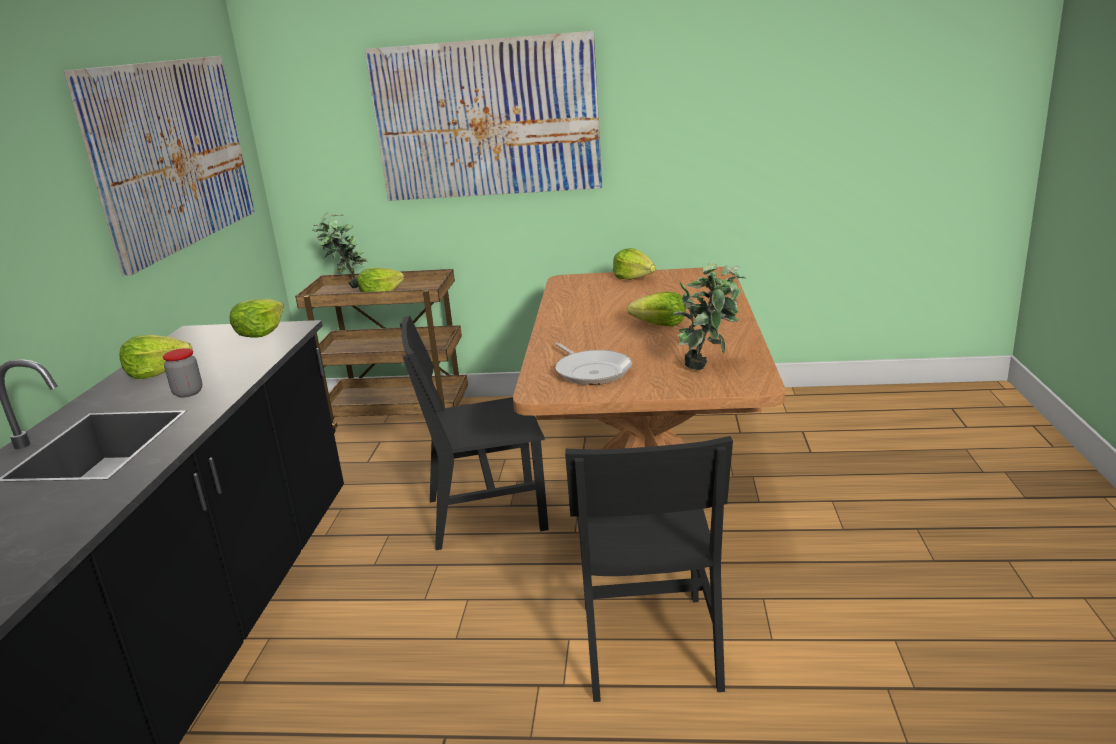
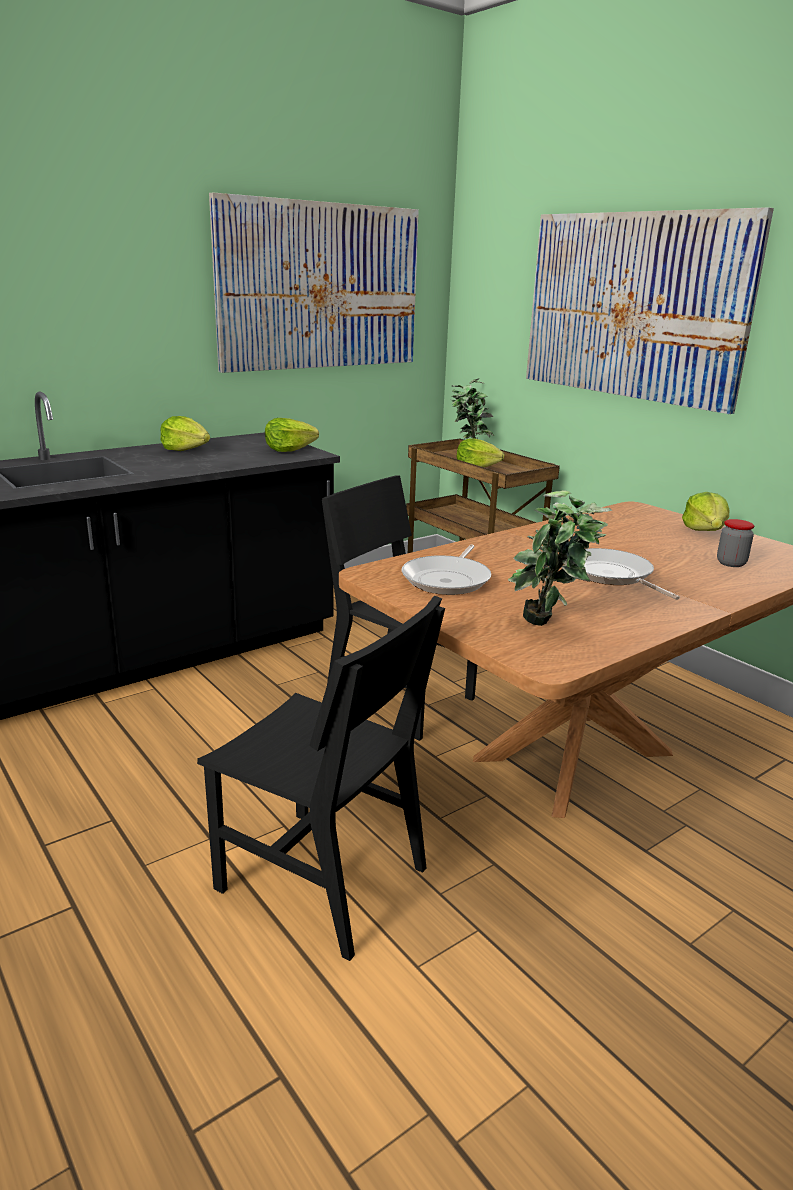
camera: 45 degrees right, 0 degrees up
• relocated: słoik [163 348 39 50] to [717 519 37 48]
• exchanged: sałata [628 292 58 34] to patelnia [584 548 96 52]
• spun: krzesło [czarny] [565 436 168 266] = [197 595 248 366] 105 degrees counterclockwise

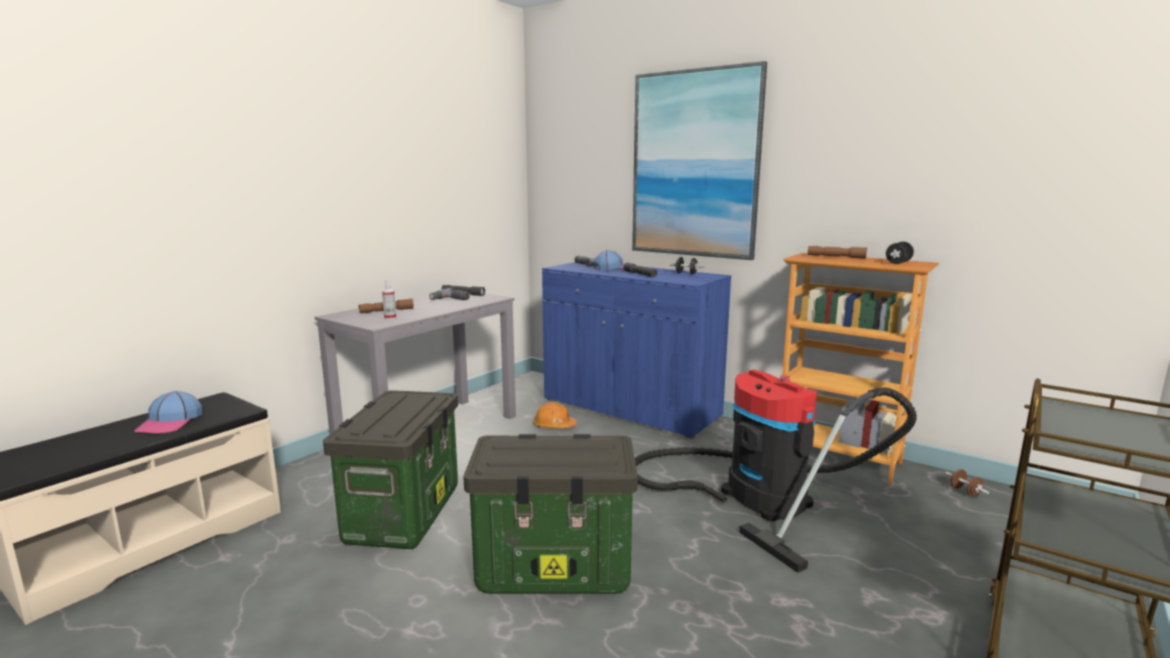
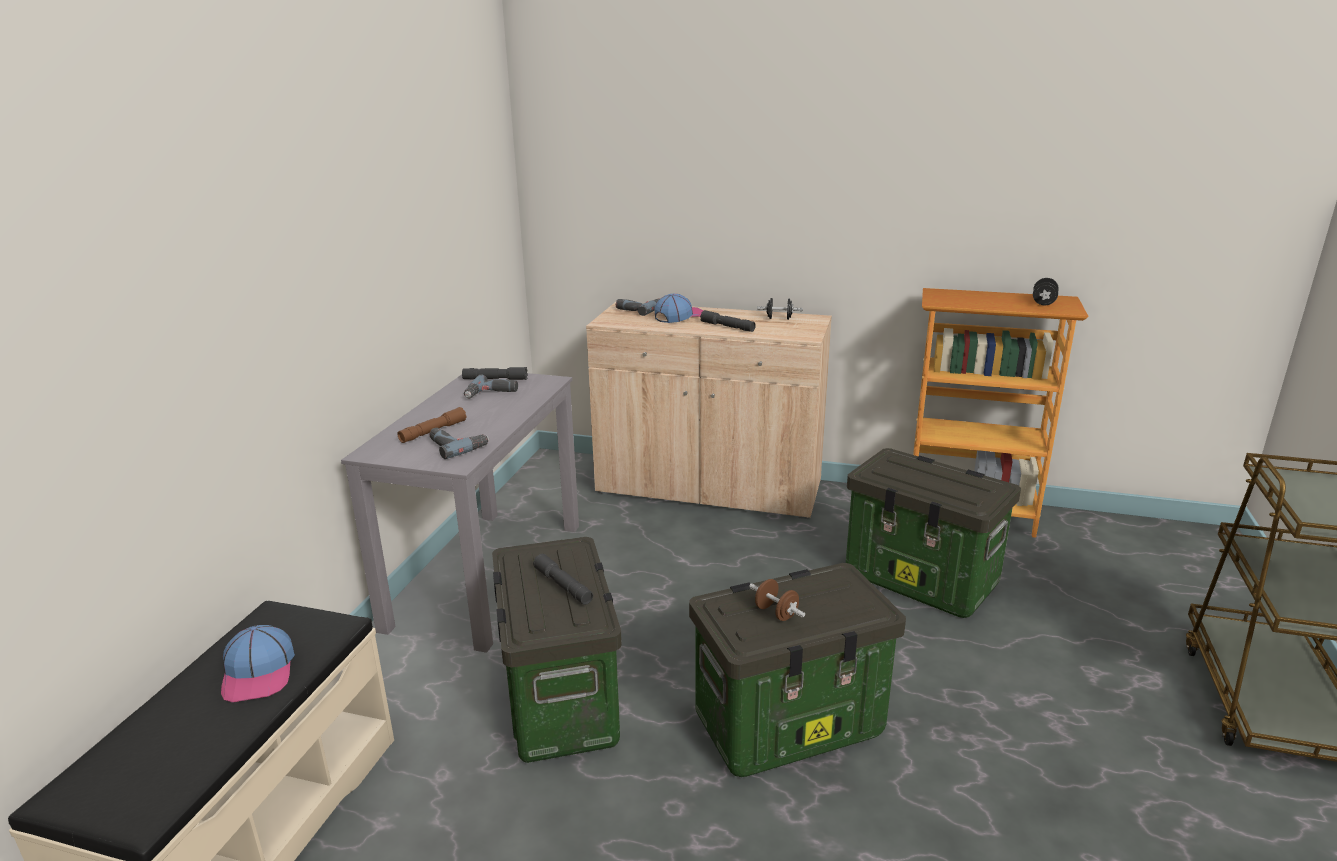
camera: 20 degrees left, 10 degrees up
• missing: kask [pomarańczowy] [533 402 44 26]
• missing: obraz [632 61 135 199]
• missing: latarka [brązowy] [808 246 59 13]
• appeared: latarka [szary] [533 553 60 52]
• relocated: hantel [brązowy] [945 469 44 28] to [749 579 56 42]
• exchanged: spryskiwacz [382 279 14 40] to wiertarka [430 428 59 31]
• exchanged: odkurzacz [635 369 282 204] to pojemnik do przechowywania [846 448 175 170]
• colour: szafka [niebieski] [542 262 189 177] to szafka [beżowy] [586 302 246 217]

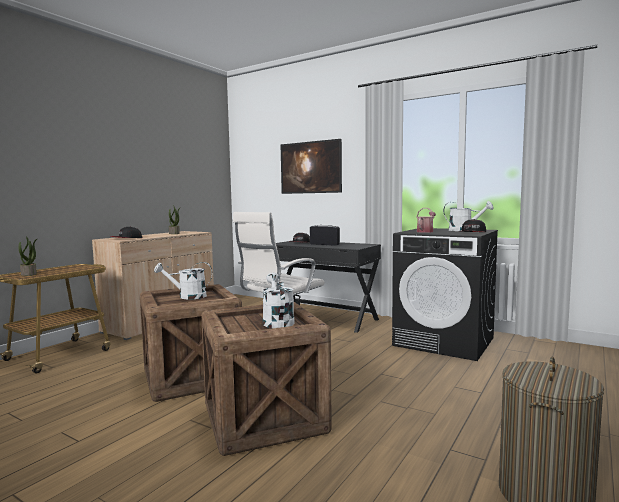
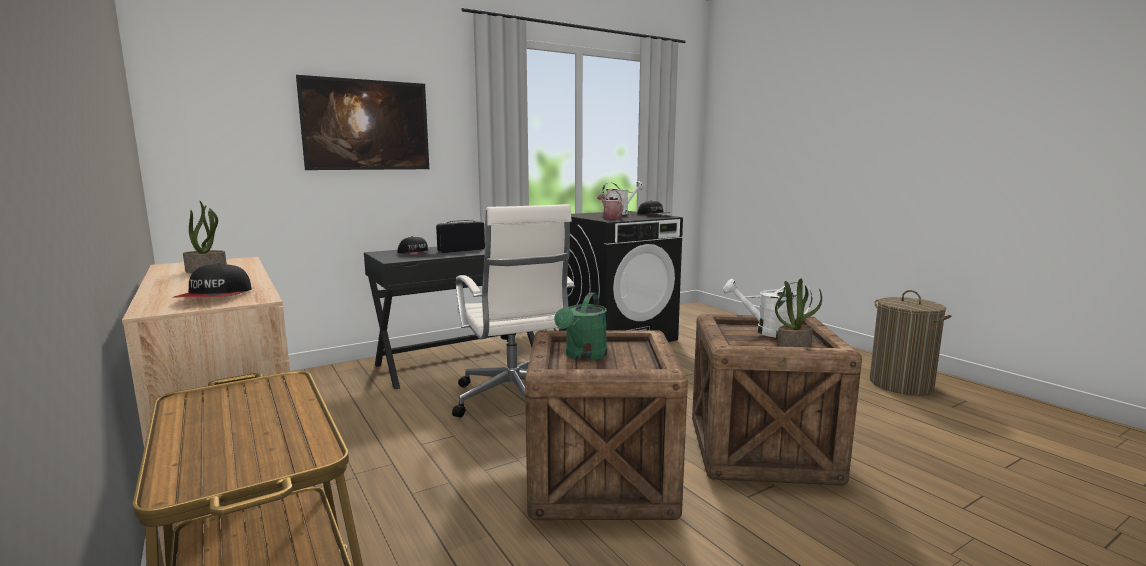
camera: 65 degrees left, 5 degrees up
• relocated: roślina doniczkowa [19 236 18 40] to [775 279 47 68]
• colour: konewka [biały] [154 262 58 38] to konewka [zielony] [554 292 53 68]

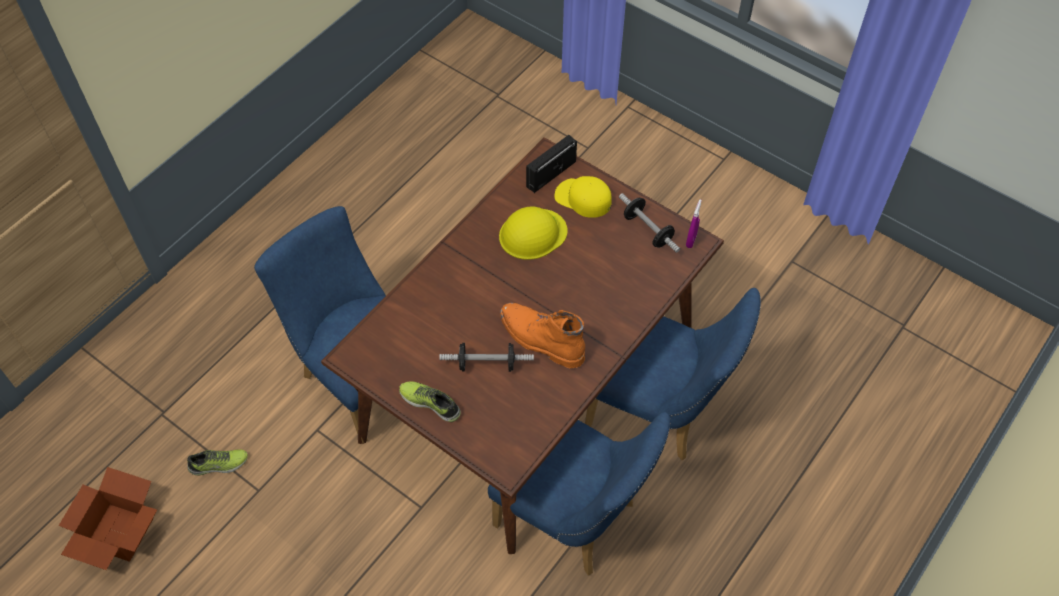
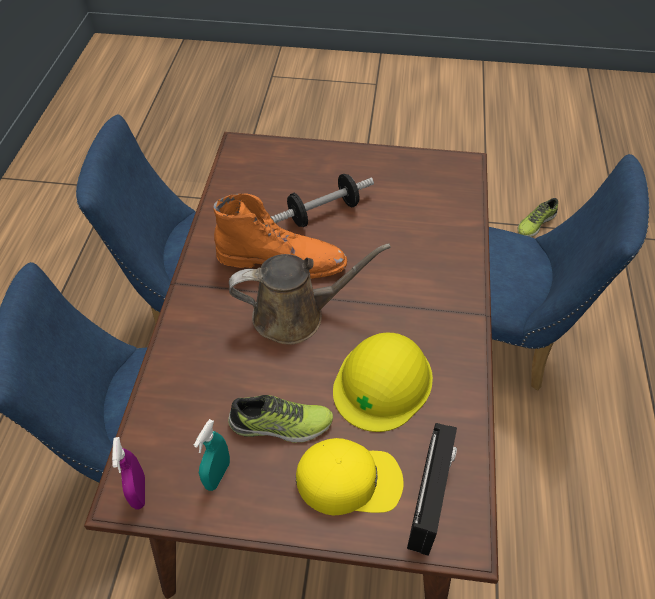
camera: 150 degrees right, 5 degrees down
• missing: karton [59 467 98 103]
• appeared: konewka [brązowy] [229 244 162 101]
• relocated: but [399 381 62 41] to [228 395 105 48]
• exchanged: hantel [619 193 61 60] to spryskiwacz [turkusowy] [194 419 36 72]

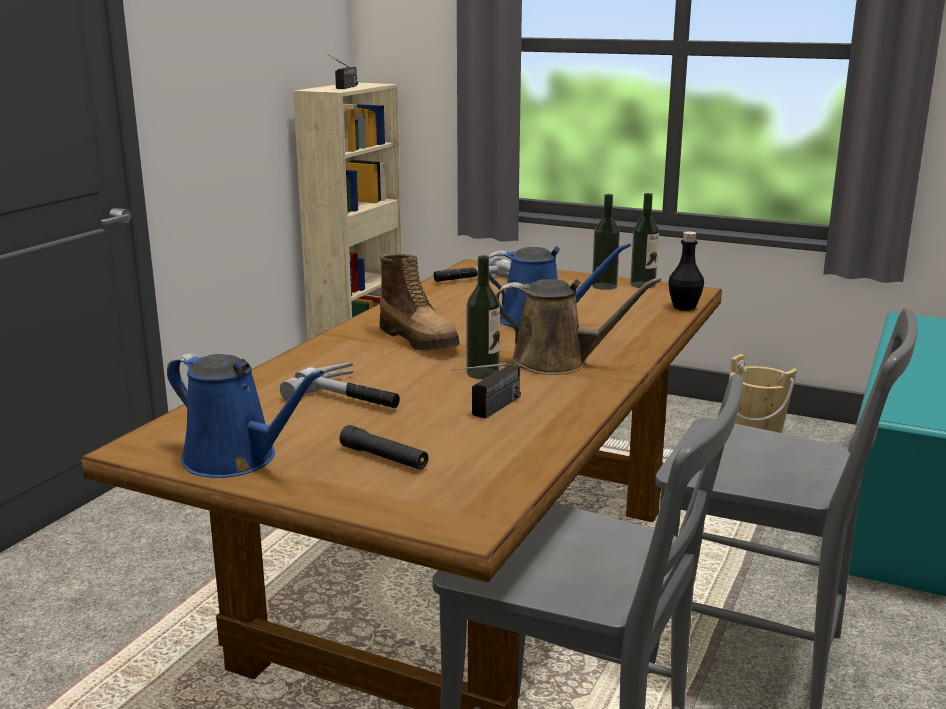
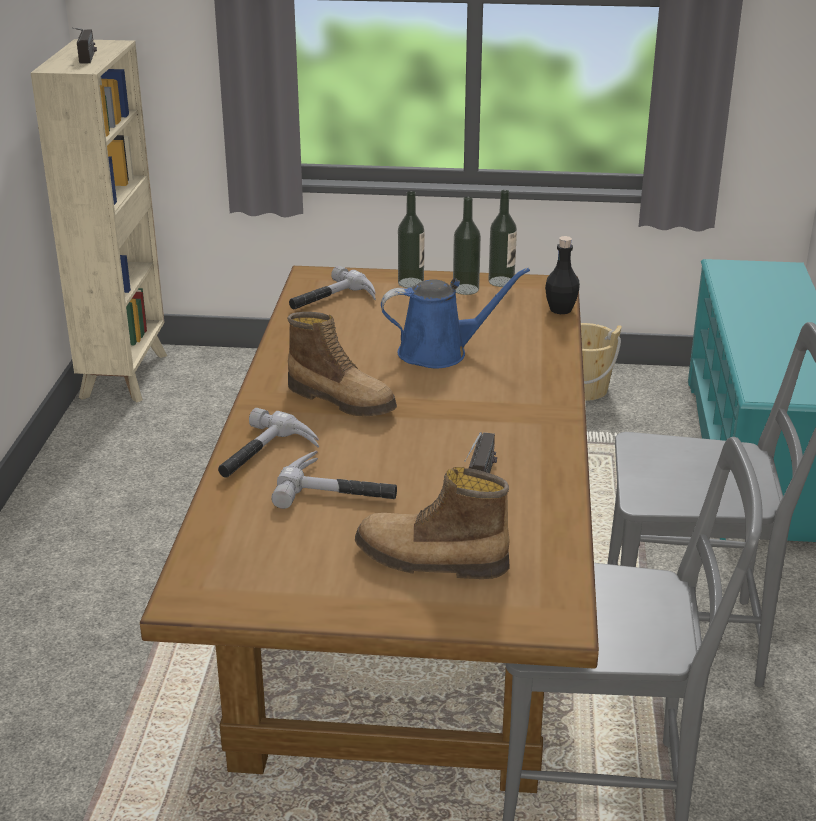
camera: 20 degrees left, 10 degrees up
• missing: konewka [niebieski] [167 353 157 125]
• missing: konewka [brązowy] [496 278 165 97]
• appeared: młotek [218 408 101 70]
• relocated: butelka [466 255 34 124] to [398 191 26 97]
• exchanged: latarka [czarny] [339 425 89 45] to but z cholewką [355 467 155 112]

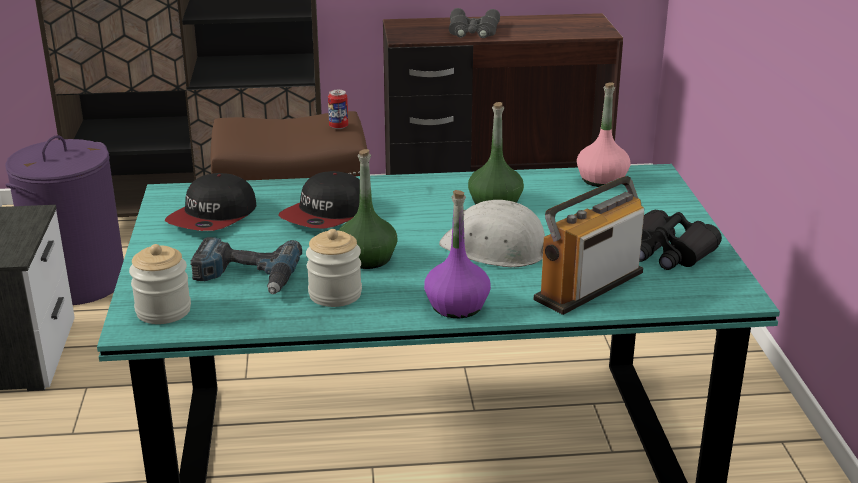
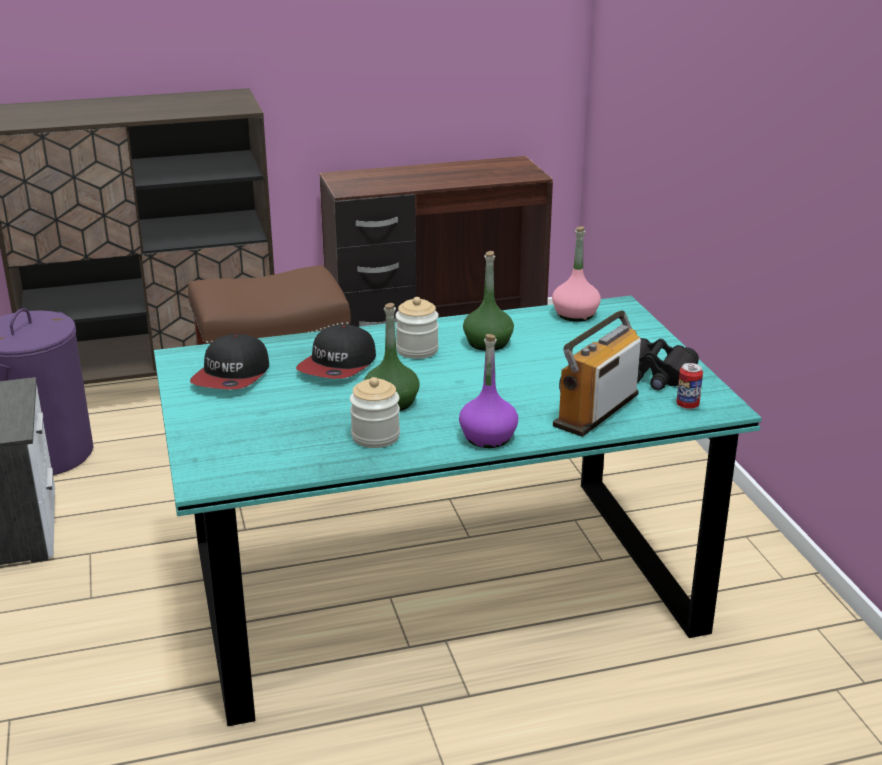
camera: 10 degrees left, 0 degrees up
• missing: wiertarka [190 237 112 57]
• missing: kask [biały] [439 200 106 67]
• missing: lornetka [szary] [449 8 51 30]
• relocated: słoik [129 244 62 80] to [395 297 44 62]
• relocated: puszka [328 90 20 39] to [677 363 26 46]

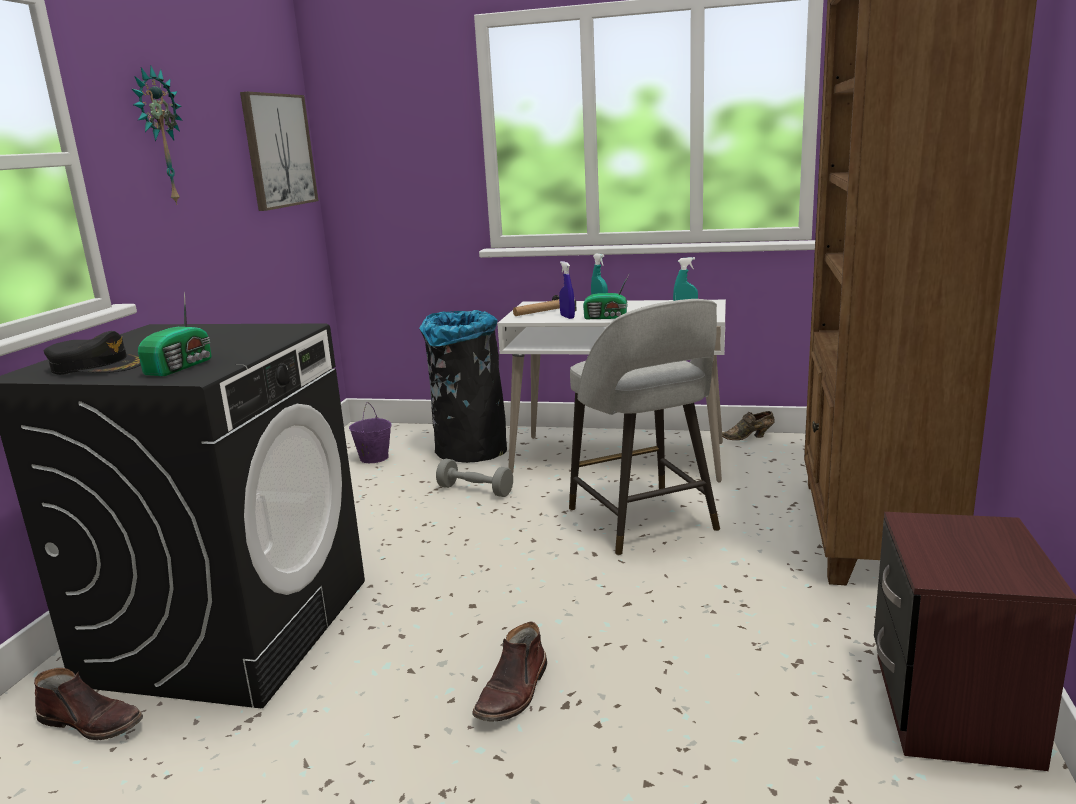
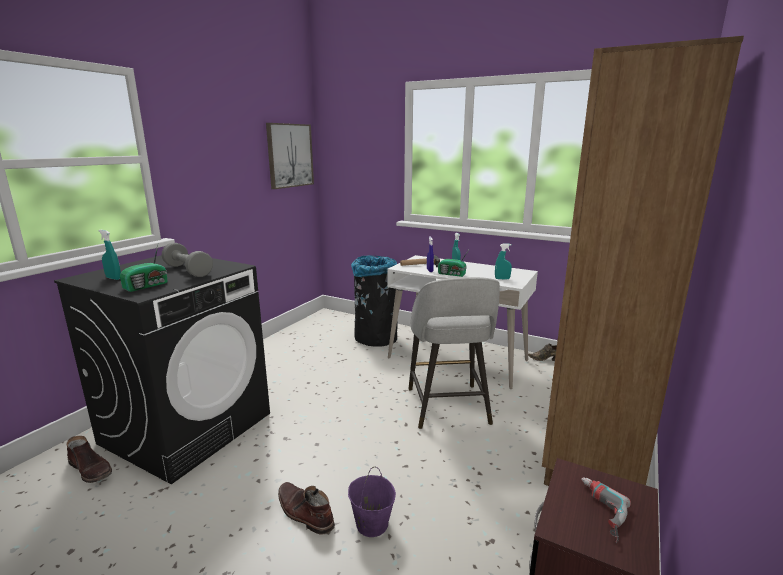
camera: 15 degrees right, 0 degrees up
• missing: zegar ścienny [132 66 51 139]
• appeared: wiertarka [581 477 50 66]
• relocated: wiadro [fioletowy] [349 402 42 61] to [348 467 48 70]
• relocated: hantel [szary] [436 459 77 38] to [162 243 51 34]
• exchanged: czapka z daszkiem [czarny] [44 331 97 44] to spryskiwacz [turkusowy] [98 230 23 50]
• spun: but z cholewką [brązowy] [472 622 75 100] = [278 482 57 53] 90 degrees clockwise

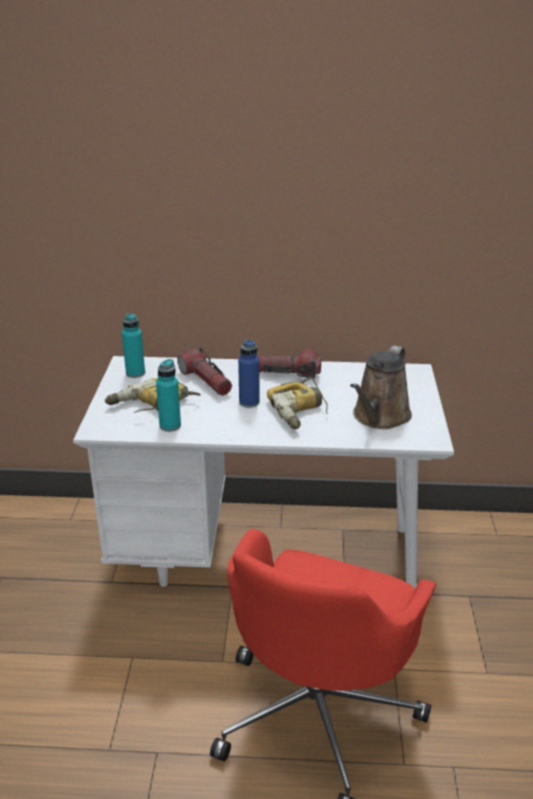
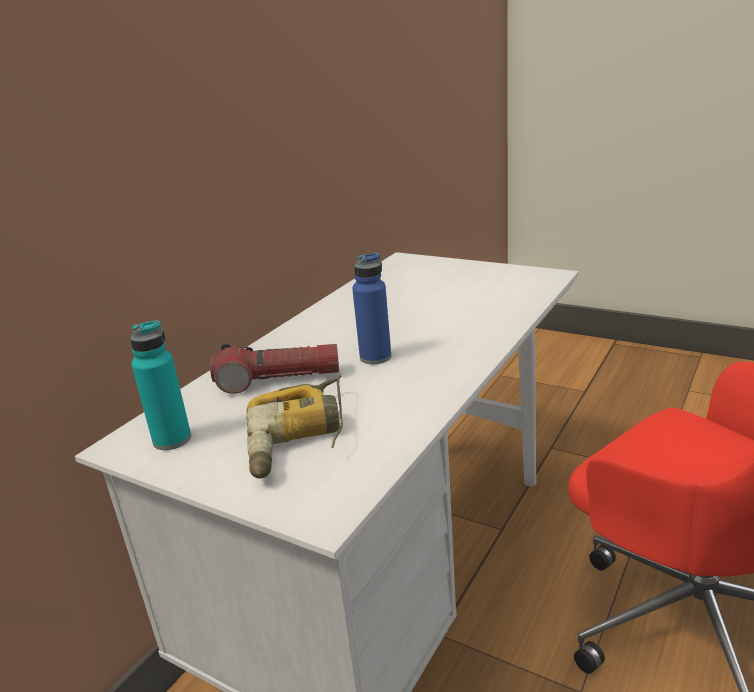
camera: 60 degrees left, 5 degrees down
• missing: butelka [turkusowy] [156 359 25 73]
• missing: latarka [258 349 63 30]
• missing: wiertarka [267 376 61 53]
• missing: konewka [brązowy] [350 346 62 83]

